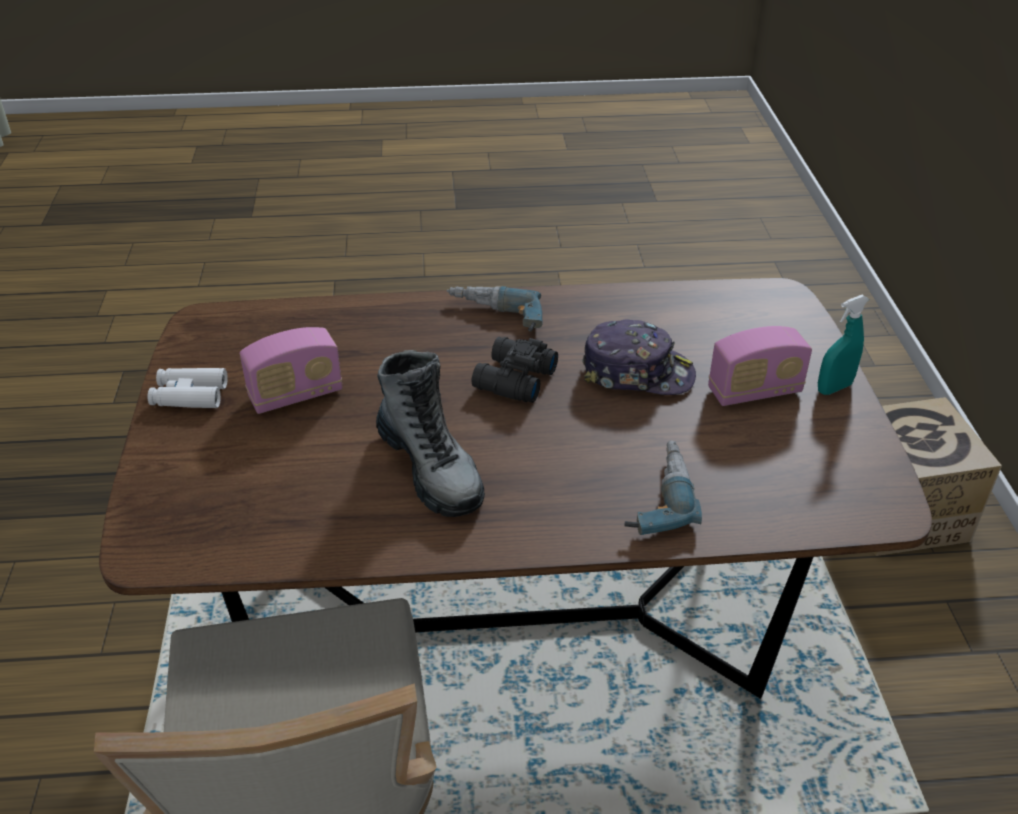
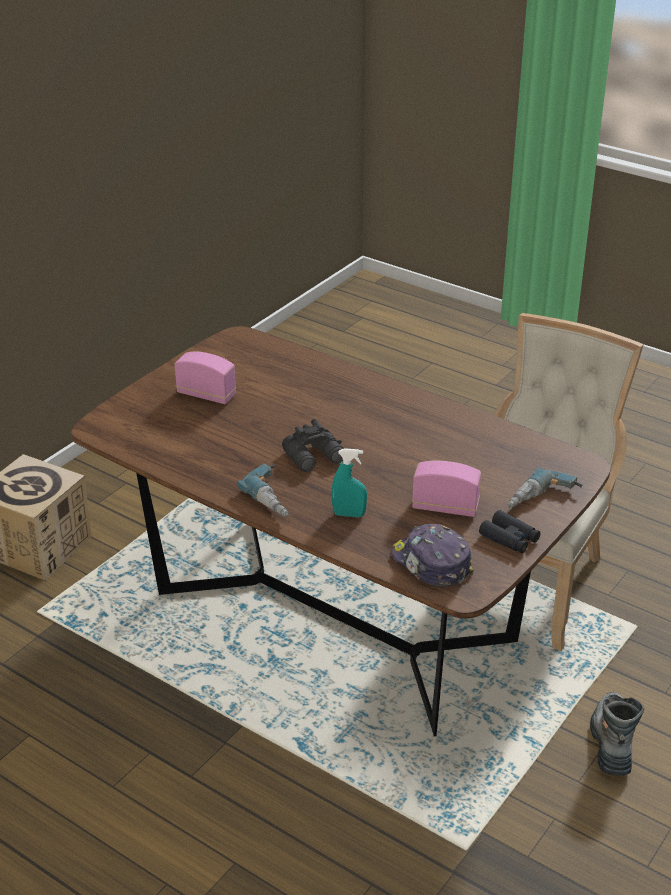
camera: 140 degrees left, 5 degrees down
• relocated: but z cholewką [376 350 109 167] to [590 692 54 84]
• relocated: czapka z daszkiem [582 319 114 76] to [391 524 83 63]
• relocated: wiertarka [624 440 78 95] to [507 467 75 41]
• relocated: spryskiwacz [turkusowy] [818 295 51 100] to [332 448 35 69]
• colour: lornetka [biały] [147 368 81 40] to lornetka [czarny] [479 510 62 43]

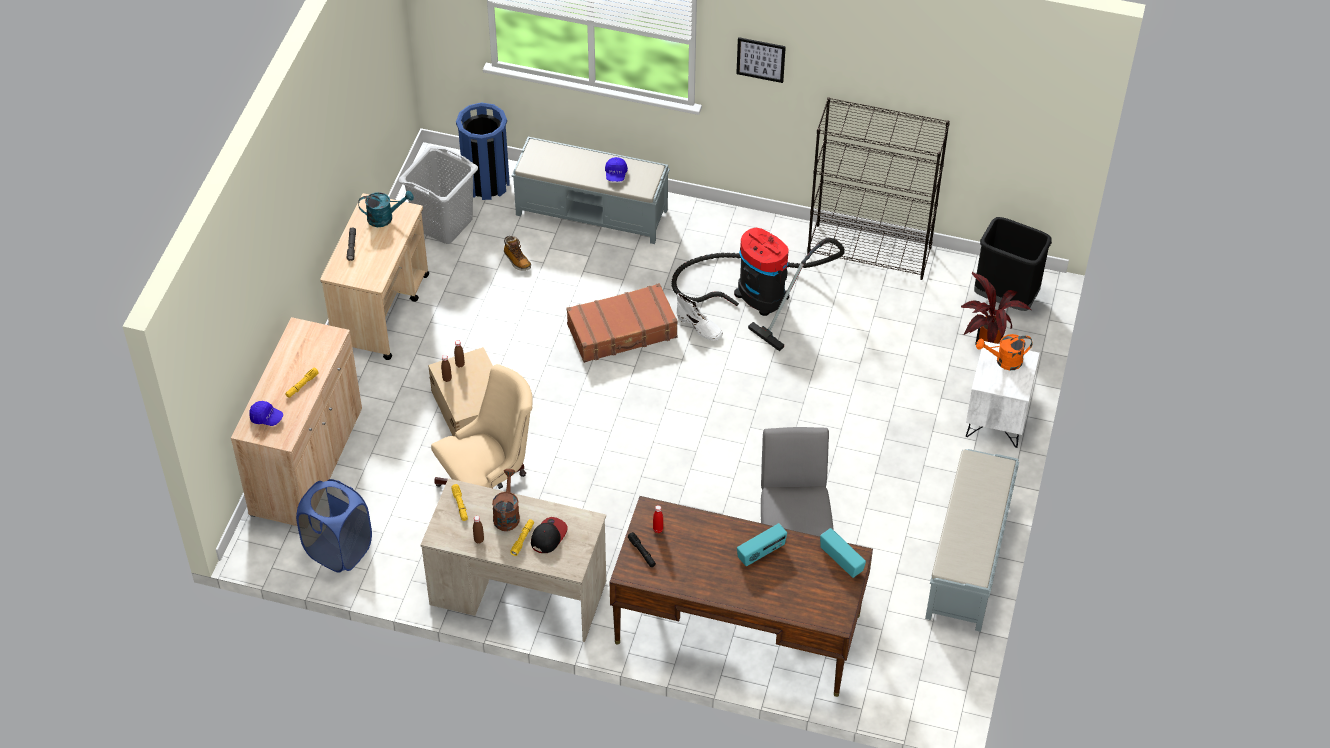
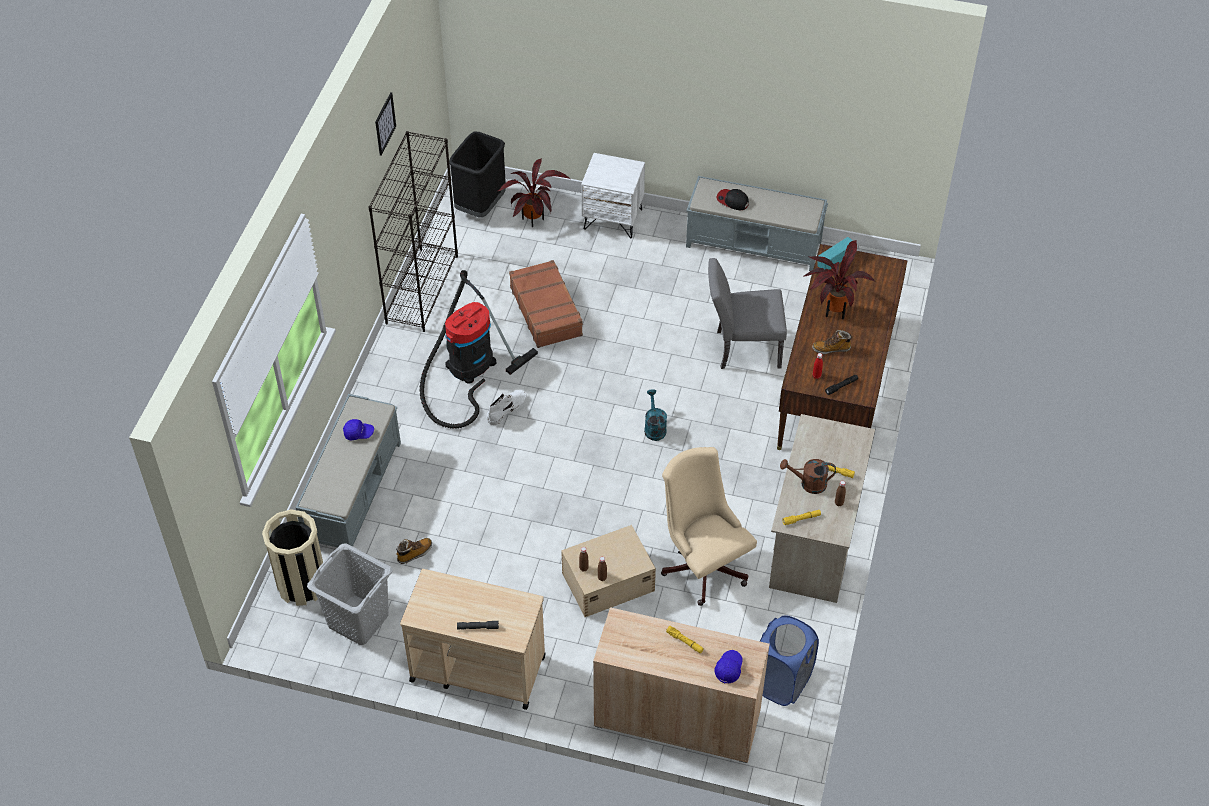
camera: 90 degrees left, 0 degrees up
• missing: konewka [pomarańczowy] [976 334 57 36]
• appeared: but z cholewką [812 330 41 24]
• relocated: konewka [turkusowy] [358 191 56 36] to [644 389 23 52]
• relocated: czapka z daszkiem [531 517 36 36] to [716 189 33 21]
• relocated: walizka [brązowy] [566 283 112 80] to [509 260 74 88]
• relocated: obraz [736 37 50 46] to [375 92 21 64]
• exchanged: radio [737 523 50 43] to roślina doniczkowa [804 240 71 79]
• colour: kosz na śmieci [niebieski] [456 103 54 97] to kosz na śmieci [beżowy] [262 509 61 97]

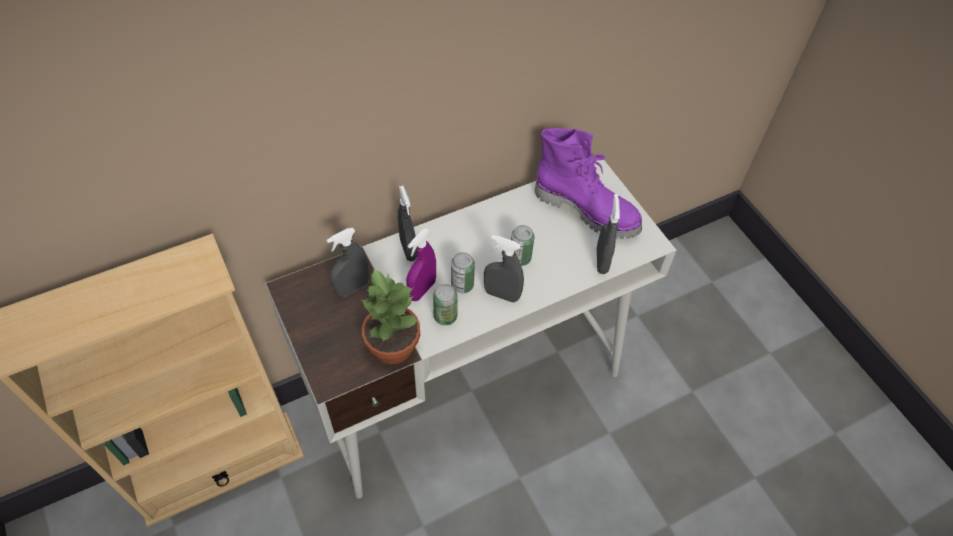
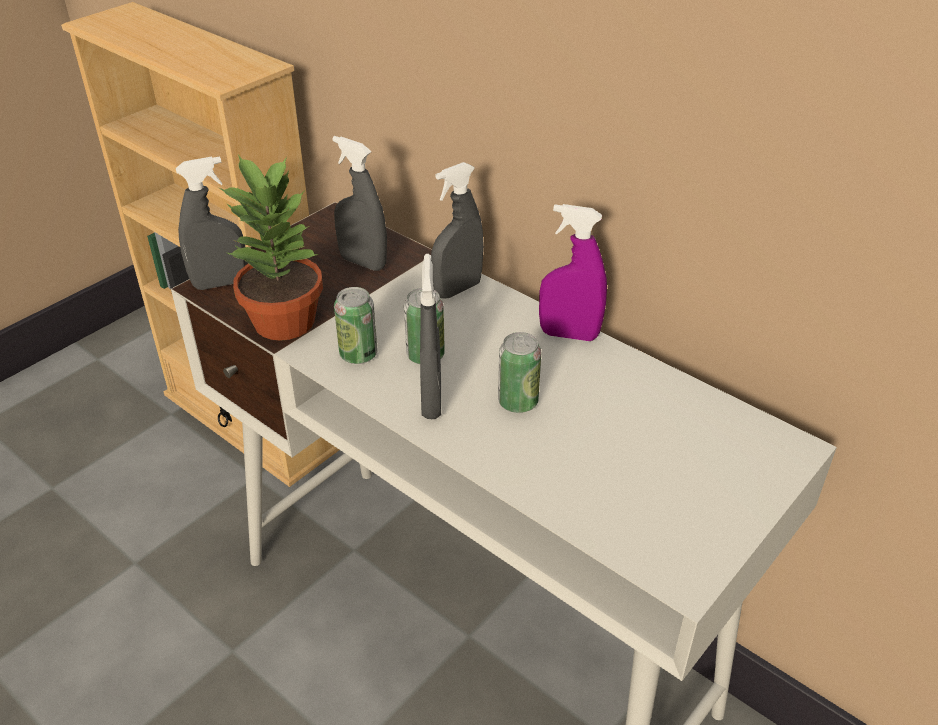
camera: 70 degrees right, 15 degrees down
• missing: but z cholewką [fioletowy] [535 128 107 111]
• relocated: spryskiwacz [fioletowy] [406 228 30 73] to [539 204 68 137]
• relocated: spryskiwacz [szary] [596 193 24 81] to [176 156 71 134]

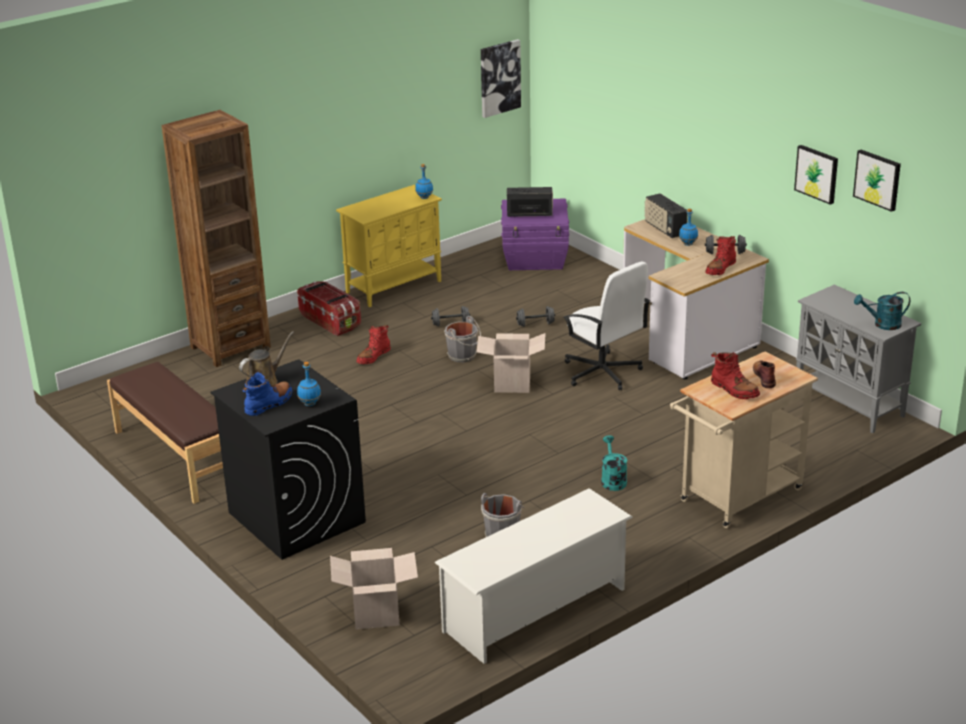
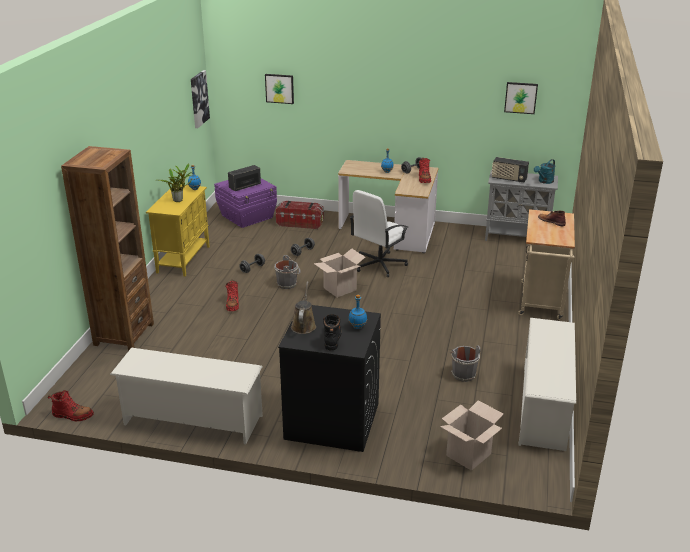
camera: 40 degrees left, 0 degrees up
• missing: konewka [turkusowy] [601 435 26 56]
• appeared: roślina doniczkowa [160 164 32 38]
• relocated: pojemnik do przechowywania [297 281 64 55] to [276 201 48 28]
• relocated: radio [645 193 43 45] to [492 157 37 25]
• relocated: but z cholewką [czerwony] [711 352 49 47] to [47 390 47 31]
• relocated: obraz [794 145 44 60] to [265 74 29 30]
• exchanged: ławka [brązowy] [107 362 116 142] to regał na buty [biały] [110 348 153 96]
• colour: but z cholewką [niebieski] [242 372 50 44] to but z cholewką [czarny] [323 314 18 36]
• spun: krzesło biurowe [biały] [563 262 87 128] = [350 190 58 87] 120 degrees clockwise

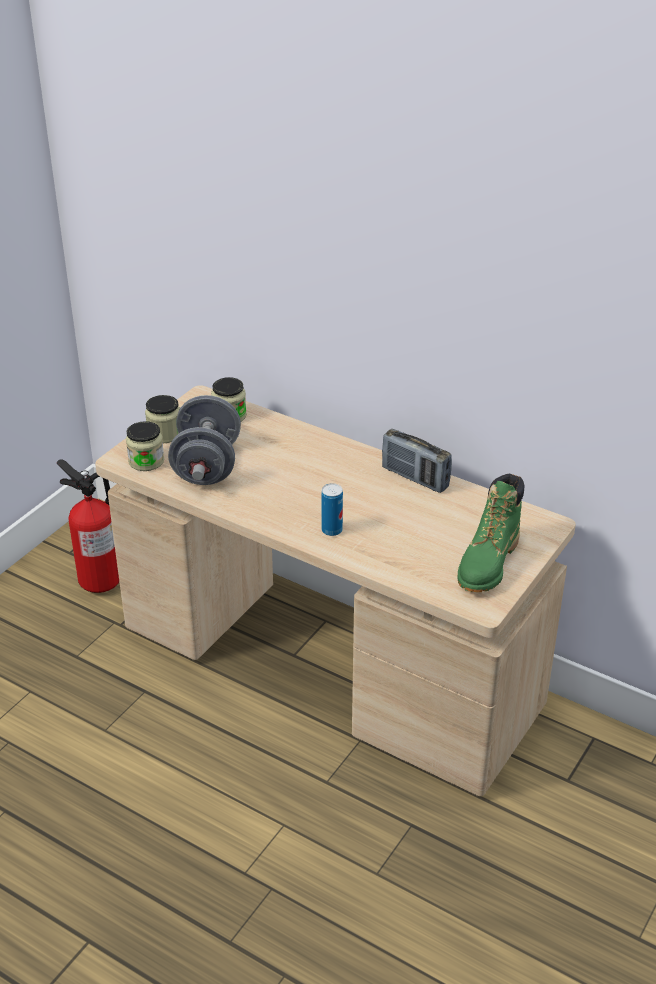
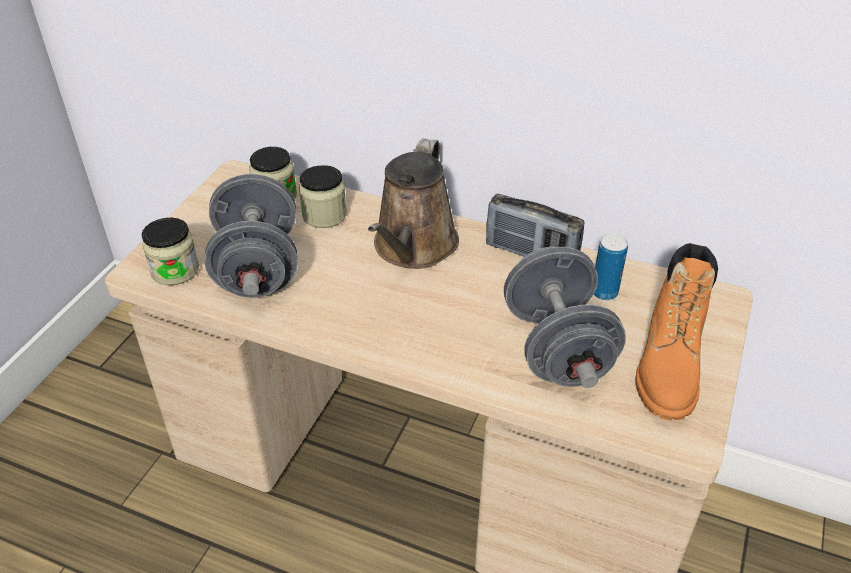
camera: 10 degrees left, 5 degrees up
• missing: gaśnica [57 459 62 134]
• appeared: konewka [brązowy] [368 139 91 130]
• appeared: hantel [szary] [504 247 122 141]
• relocated: słoik [145 395 35 48] to [299 165 48 63]
• relocated: puszka [321 483 22 53] to [594 233 34 67]
• colour: but z cholewką [zielony] [458 474 66 118] to but z cholewką [pomarańczowy] [635 243 83 177]

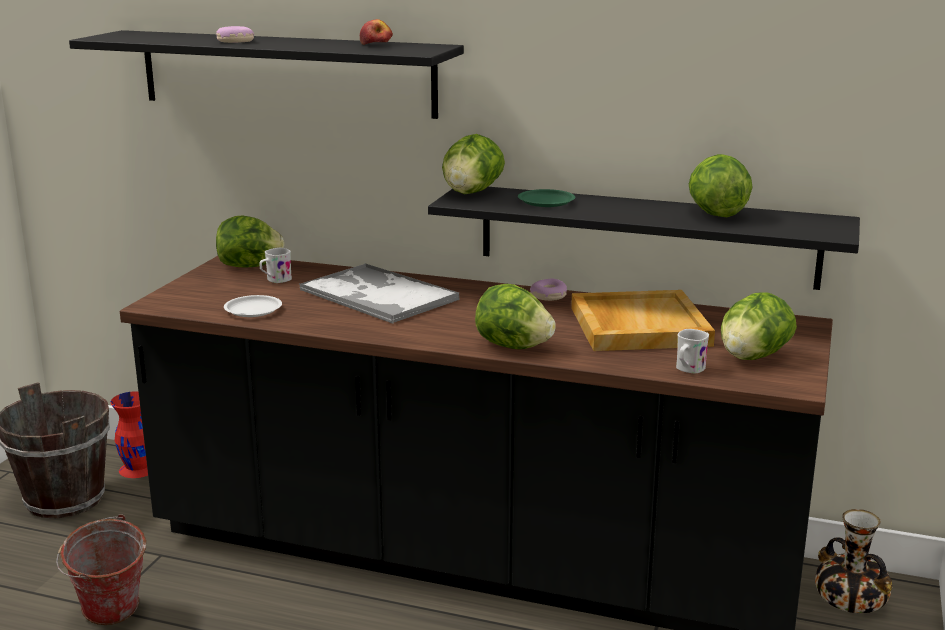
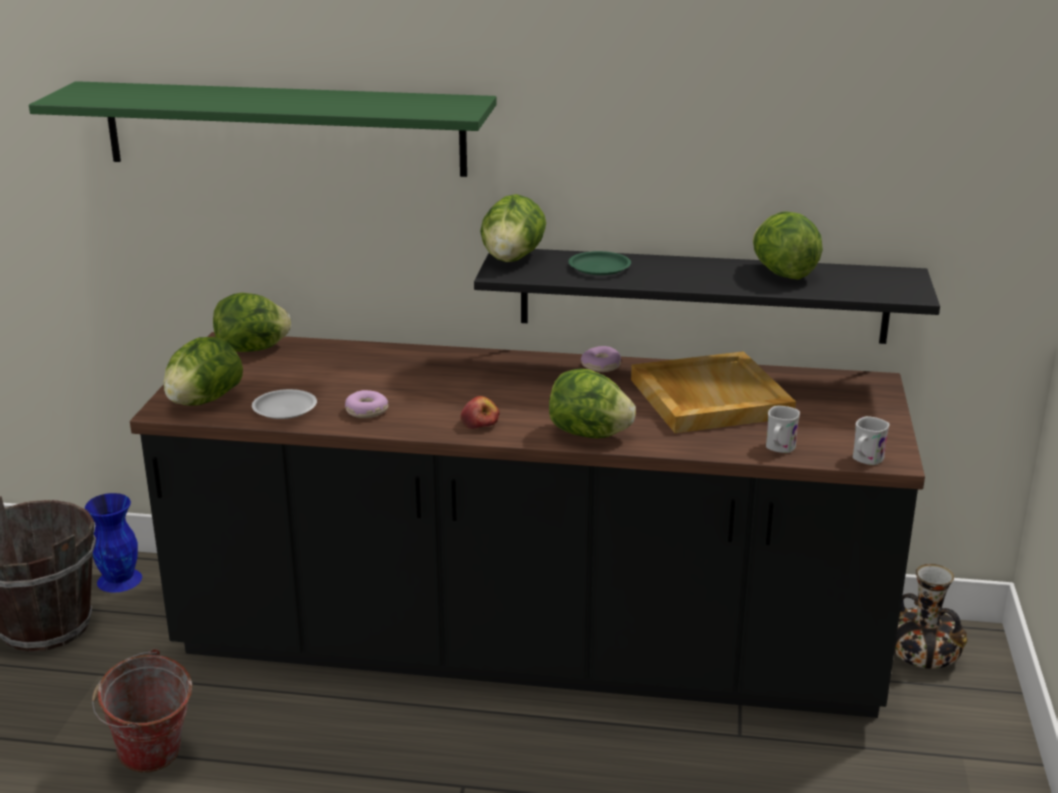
camera: 10 degrees left, 5 degrees up
• missing: taca [299 263 161 61]
• relocated: donut [216 26 38 17] to [345 390 43 28]
• relocated: kubek [biały] [259 248 33 35] to [853 416 36 49]
• relocated: jabłko [360 19 33 26] to [460 396 40 33]
• relocated: sałata [721 292 76 68] to [163 337 80 69]
• colour: półka [czarny] [69 30 395 89] to półka [zielony] [29 81 468 96]
• colour: wazon [czerwony] [110 391 38 87] to wazon [niebieski] [85 493 57 100]

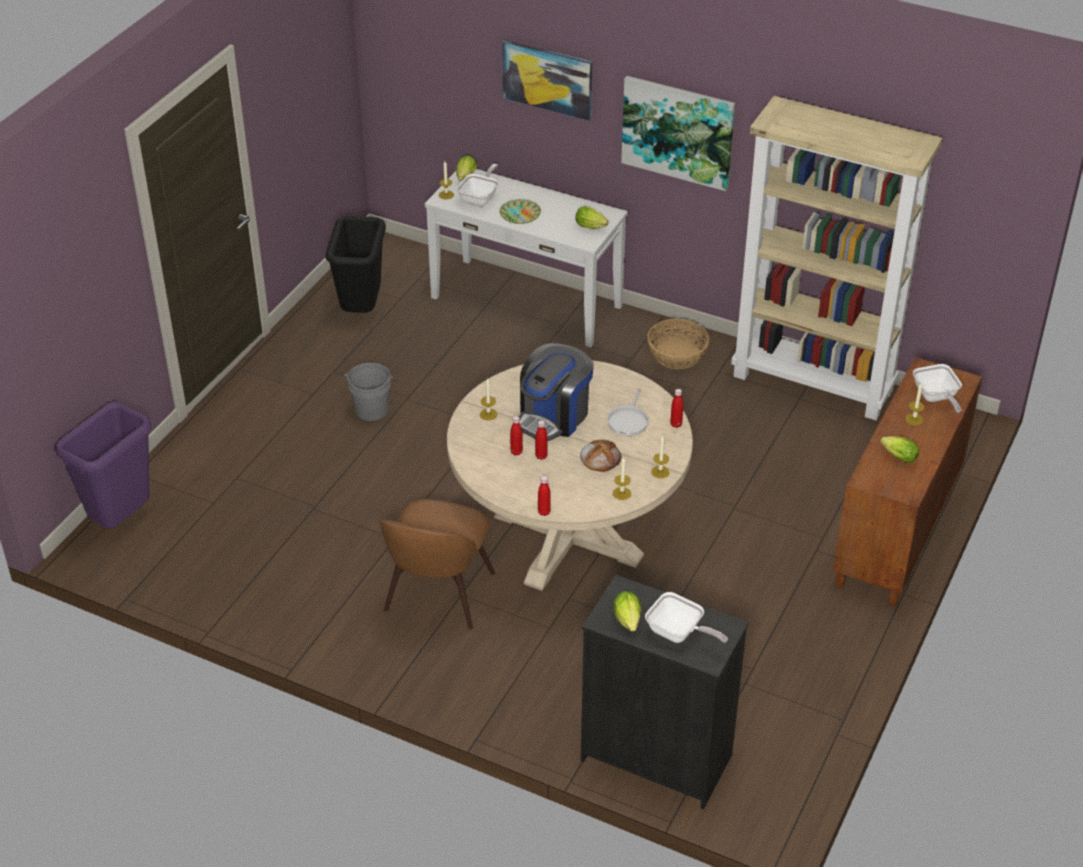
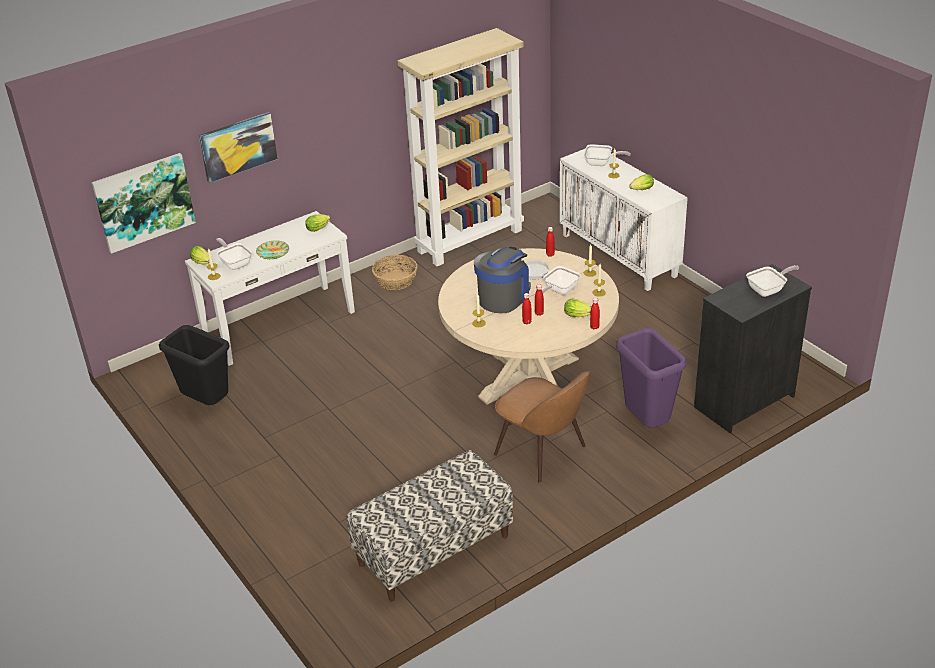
camera: 60 degrees left, 5 degrees down
• missing: wiadro [szary] [344 363 49 58]
• appeared: ławka [347 450 166 151]
• relocated: kosz na śmieci [fioletowy] [55 402 96 126] to [616 328 71 99]
• relocated: sałata [613 591 28 41] to [564 299 27 18]
• relocated: obraz [621 76 114 115] to [92 153 104 101]
• exchanged: chleb [580 439 41 33] to patelnia [541 266 40 29]
• colour: szafka [brązowy] [833 357 149 250] to szafka [biały] [560 148 128 143]
• spun: ekspres do kawy [519 343 75 98] = [474 247 57 66] 120 degrees counterclockwise

